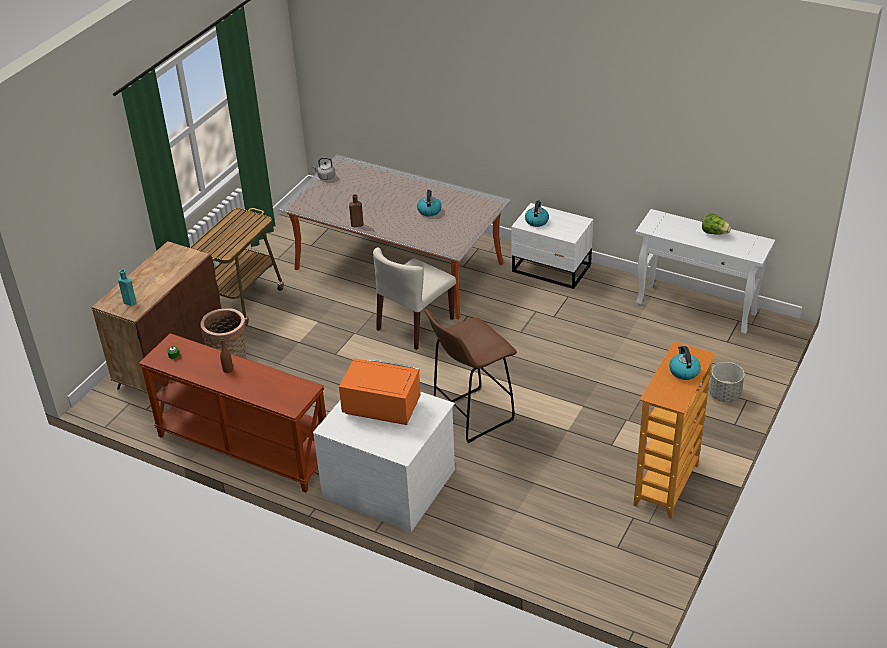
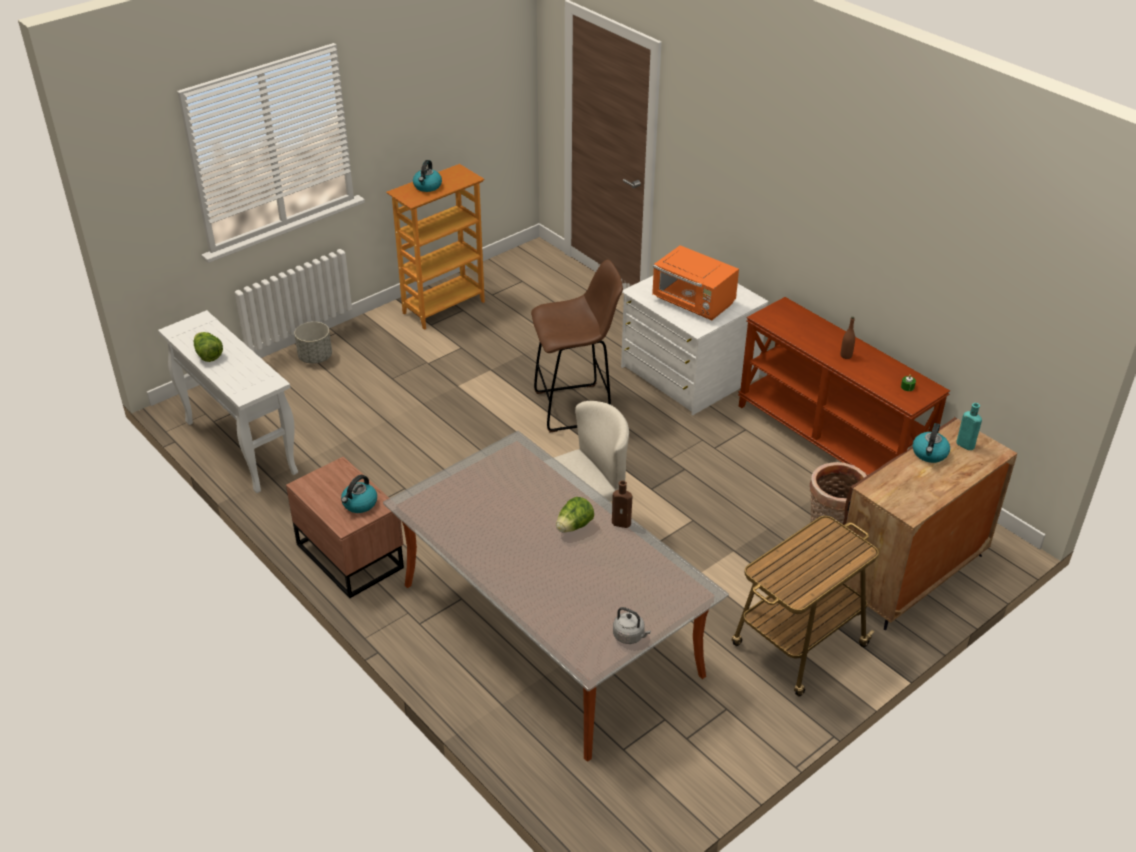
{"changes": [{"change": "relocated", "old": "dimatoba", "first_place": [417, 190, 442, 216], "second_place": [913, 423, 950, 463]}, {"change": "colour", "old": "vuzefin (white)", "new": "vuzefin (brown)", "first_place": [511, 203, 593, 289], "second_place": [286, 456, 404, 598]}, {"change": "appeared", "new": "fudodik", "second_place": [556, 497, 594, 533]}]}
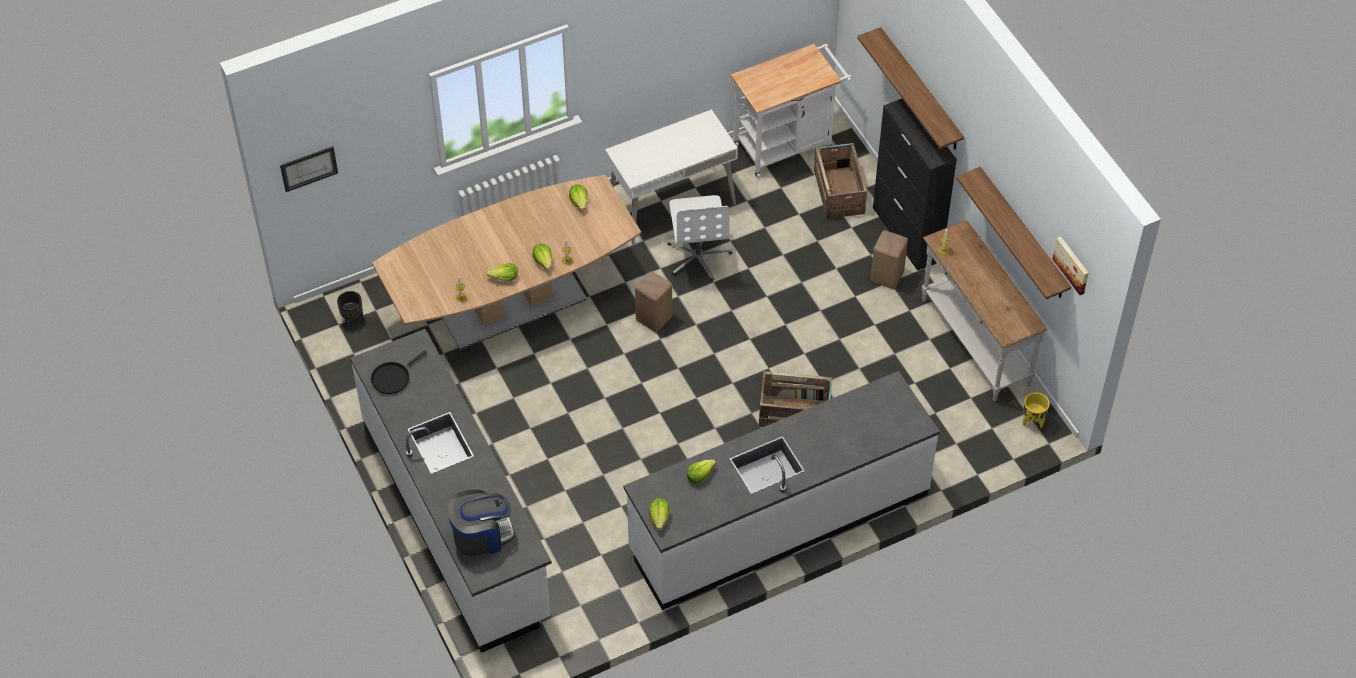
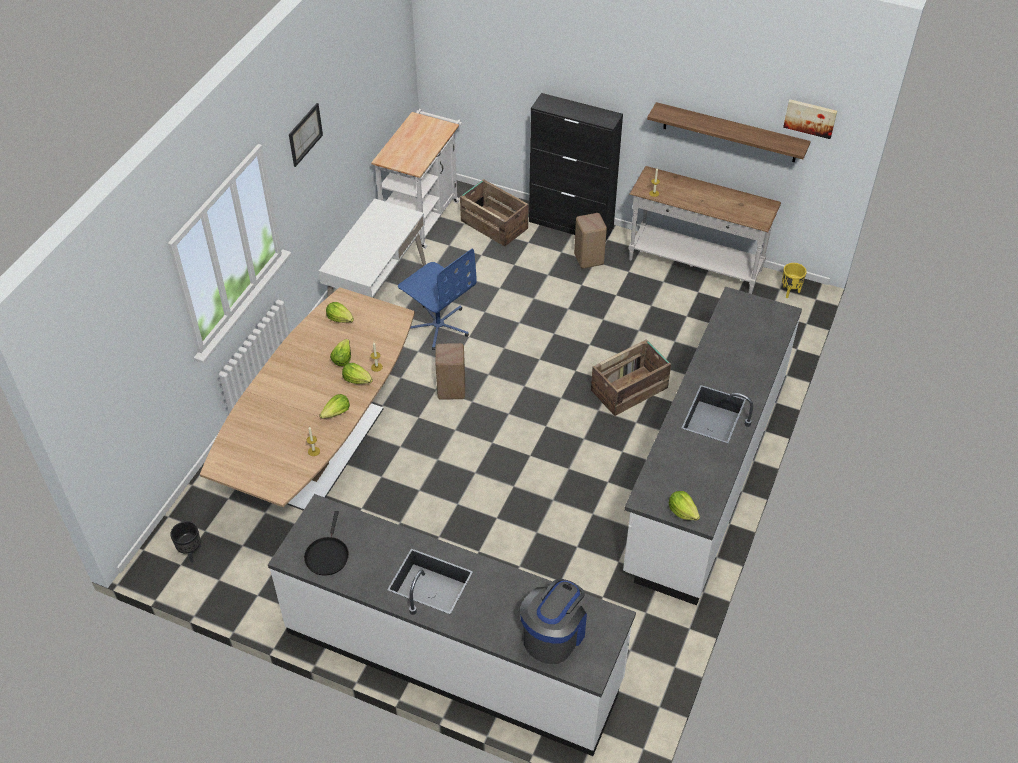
{"changes": [{"change": "relocated", "old": "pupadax", "first_place": [280, 146, 338, 192], "second_place": [289, 103, 323, 167]}, {"change": "colour", "old": "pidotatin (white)", "new": "pidotatin (blue)", "first_place": [668, 195, 732, 281], "second_place": [398, 249, 477, 350]}, {"change": "relocated", "old": "fudodik", "first_place": [686, 460, 716, 485], "second_place": [330, 339, 351, 366]}, {"change": "missing", "old": "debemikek", "first_place": [857, 27, 964, 150]}]}
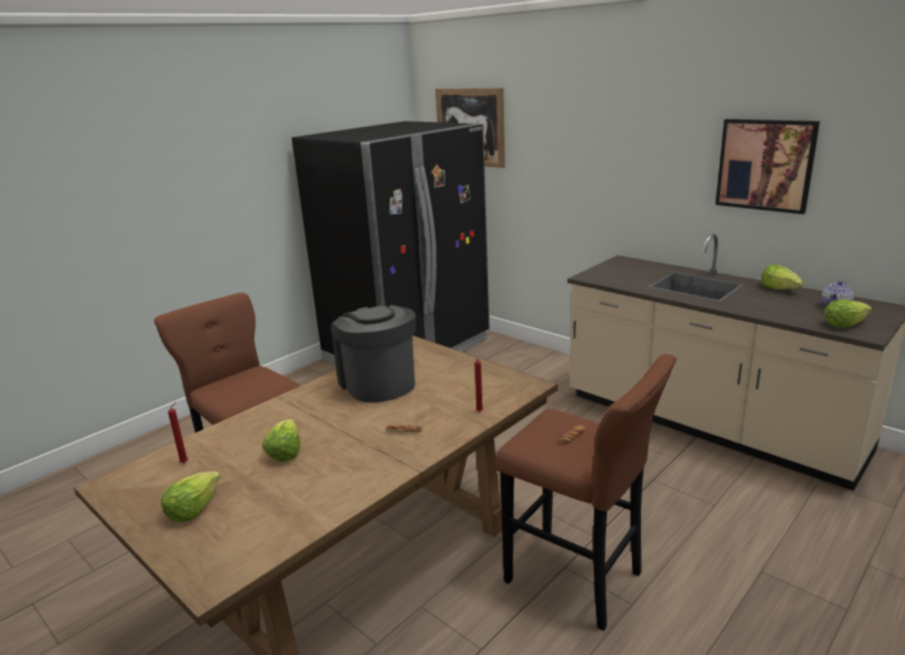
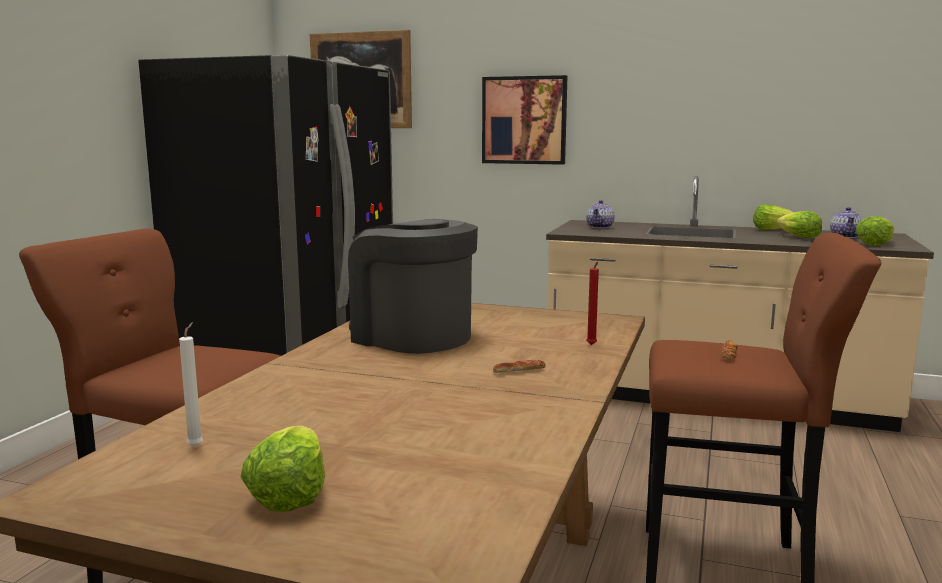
{"changes": [{"change": "colour", "old": "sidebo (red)", "new": "sidebo (white)", "first_place": [168, 401, 188, 464], "second_place": [179, 322, 203, 447]}, {"change": "relocated", "old": "fudodik", "first_place": [262, 419, 301, 462], "second_place": [776, 211, 822, 239]}, {"change": "relocated", "old": "pupadax", "first_place": [715, 119, 820, 214], "second_place": [482, 75, 567, 165]}, {"change": "appeared", "new": "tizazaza", "second_place": [586, 200, 615, 228]}]}
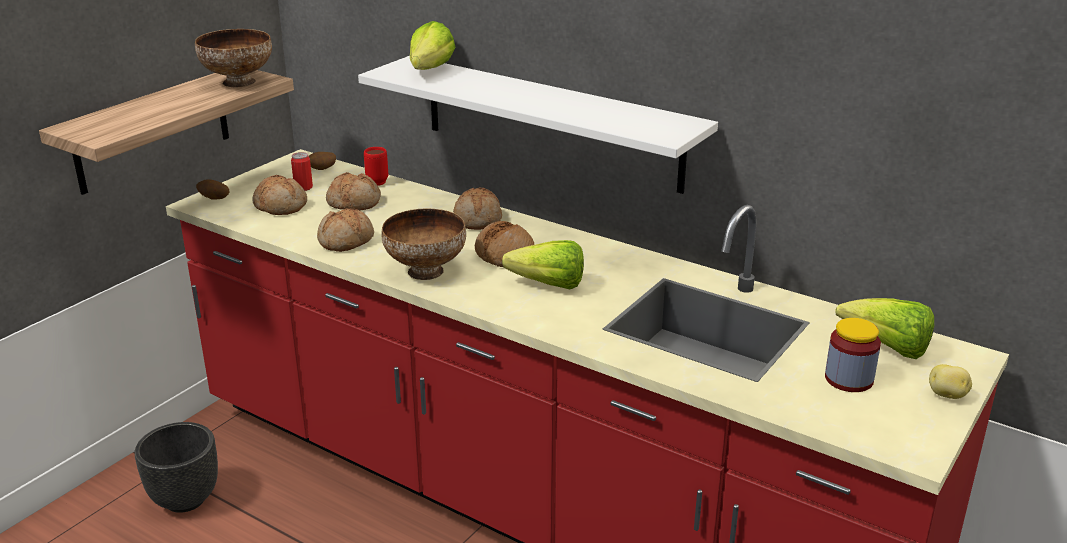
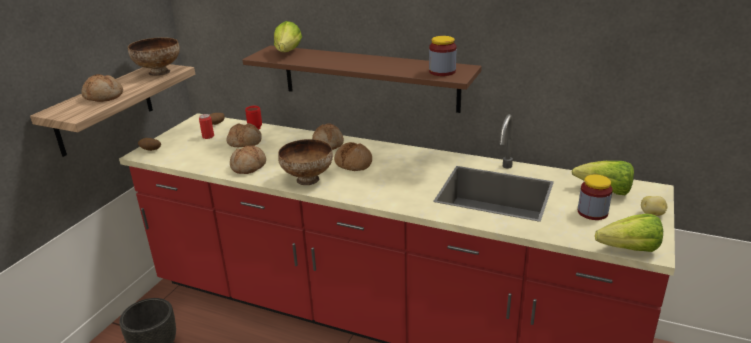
{"changes": [{"change": "relocated", "old": "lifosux", "first_place": [252, 175, 307, 215], "second_place": [81, 74, 123, 102]}, {"change": "colour", "old": "debemikek (white)", "new": "debemikek (brown)", "first_place": [358, 56, 718, 194], "second_place": [242, 46, 482, 113]}, {"change": "relocated", "old": "fudodik", "first_place": [502, 240, 584, 290], "second_place": [595, 214, 663, 252]}, {"change": "appeared", "new": "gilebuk", "second_place": [429, 36, 457, 76]}]}
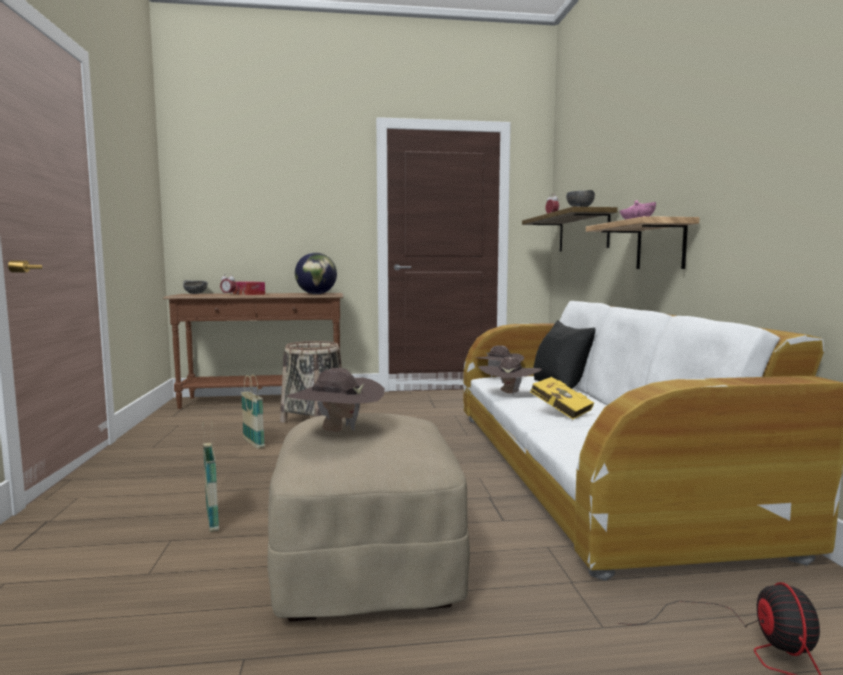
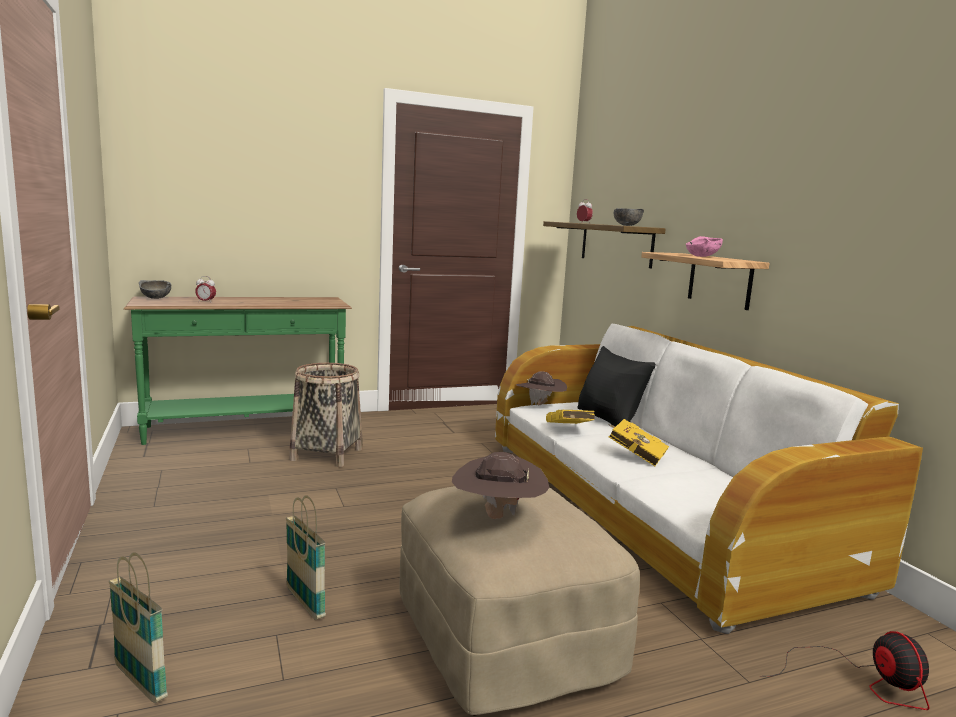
{"changes": [{"change": "colour", "old": "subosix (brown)", "new": "subosix (green)", "first_place": [163, 293, 344, 409], "second_place": [124, 297, 352, 445]}, {"change": "missing", "old": "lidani", "first_place": [233, 281, 265, 295]}, {"change": "relocated", "old": "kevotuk", "first_place": [241, 374, 265, 449], "second_place": [109, 552, 168, 703]}, {"change": "missing", "old": "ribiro", "first_place": [295, 253, 337, 294]}, {"change": "exchanged", "old": "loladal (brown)", "new": "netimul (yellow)", "first_place": [478, 357, 542, 394], "second_place": [546, 410, 595, 424]}]}
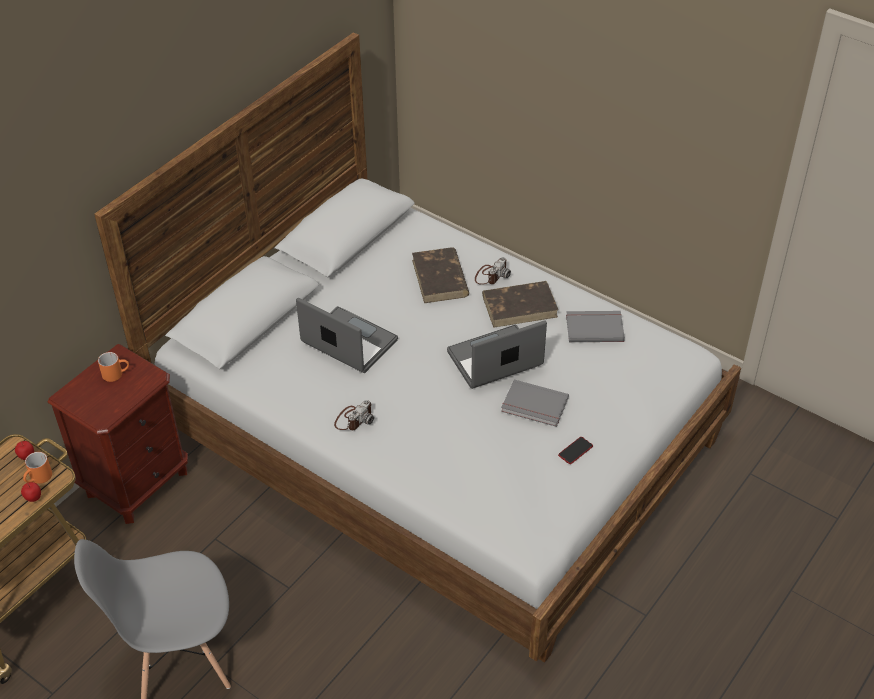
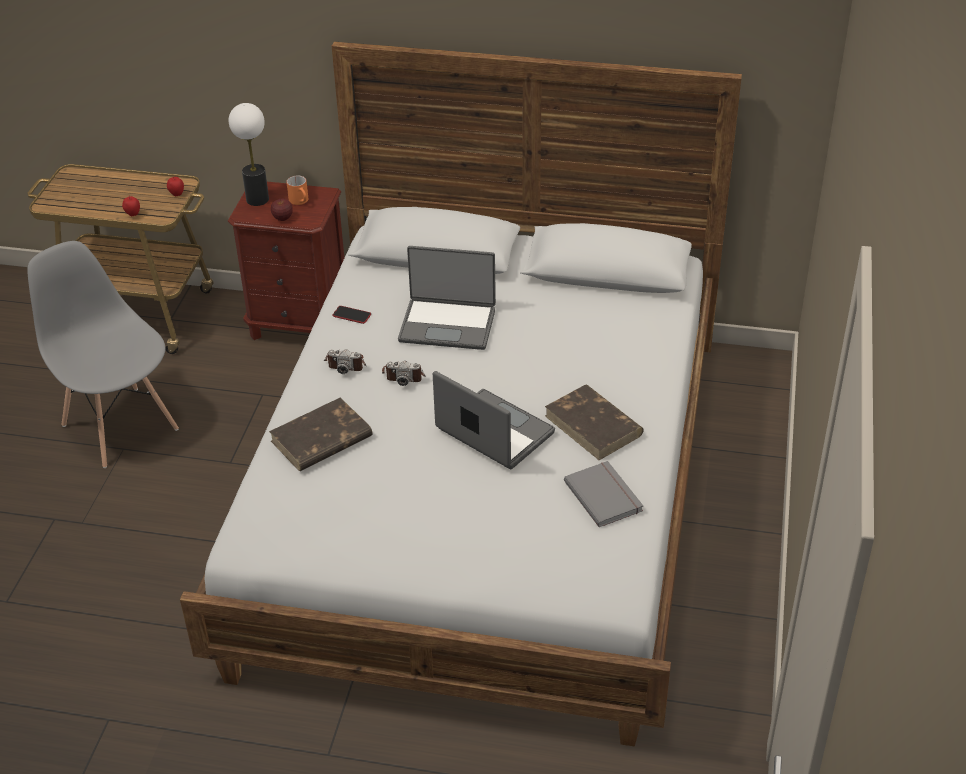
{"changes": [{"change": "missing", "old": "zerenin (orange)", "first_place": [23, 452, 52, 484]}, {"change": "spun", "old": "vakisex", "first_place": [296, 298, 398, 373], "second_place": [398, 246, 496, 350], "degrees": 90}, {"change": "relocated", "old": "netimul (brown)", "first_place": [412, 247, 469, 303], "second_place": [269, 397, 373, 471]}, {"change": "relocated", "old": "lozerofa", "first_place": [475, 257, 511, 285], "second_place": [382, 361, 426, 386]}, {"change": "missing", "old": "netimul (grey)", "first_place": [501, 379, 569, 427]}, {"change": "relocated", "old": "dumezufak", "first_place": [558, 437, 593, 464], "second_place": [332, 306, 371, 324]}, {"change": "appeared", "new": "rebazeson", "second_place": [229, 103, 269, 206]}, {"change": "appeared", "new": "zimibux", "second_place": [271, 199, 293, 221]}]}
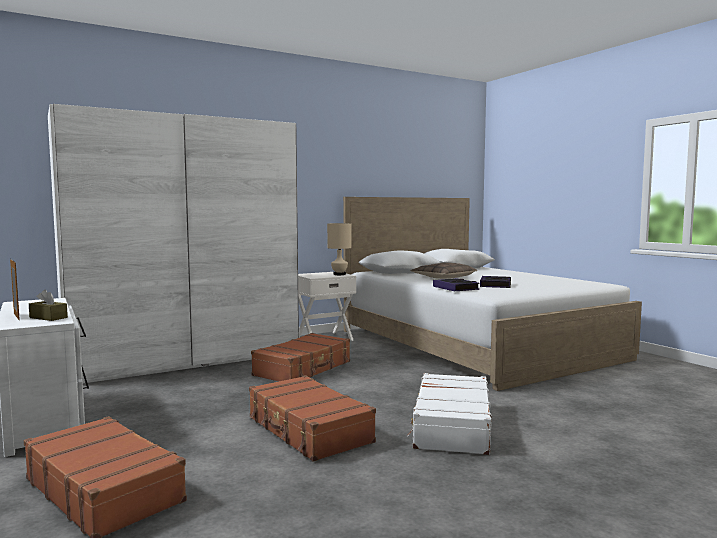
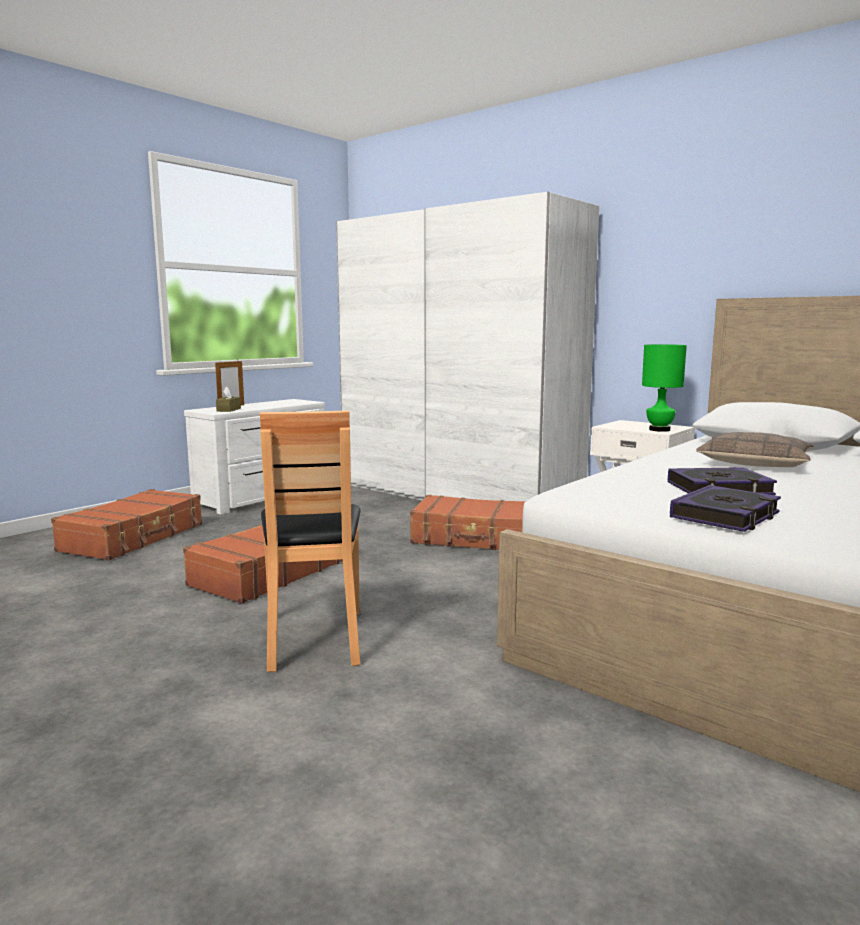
{"changes": [{"change": "colour", "old": "rebazeson (beige)", "new": "rebazeson (green)", "first_place": [327, 223, 352, 275], "second_place": [642, 344, 687, 432]}, {"change": "exchanged", "old": "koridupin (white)", "new": "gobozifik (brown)", "first_place": [407, 373, 492, 455], "second_place": [260, 410, 361, 672]}, {"change": "relocated", "old": "netimul", "first_place": [433, 278, 480, 291], "second_place": [670, 485, 781, 532]}]}
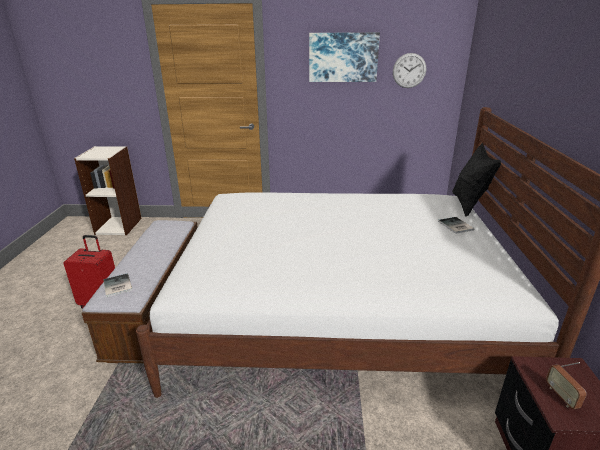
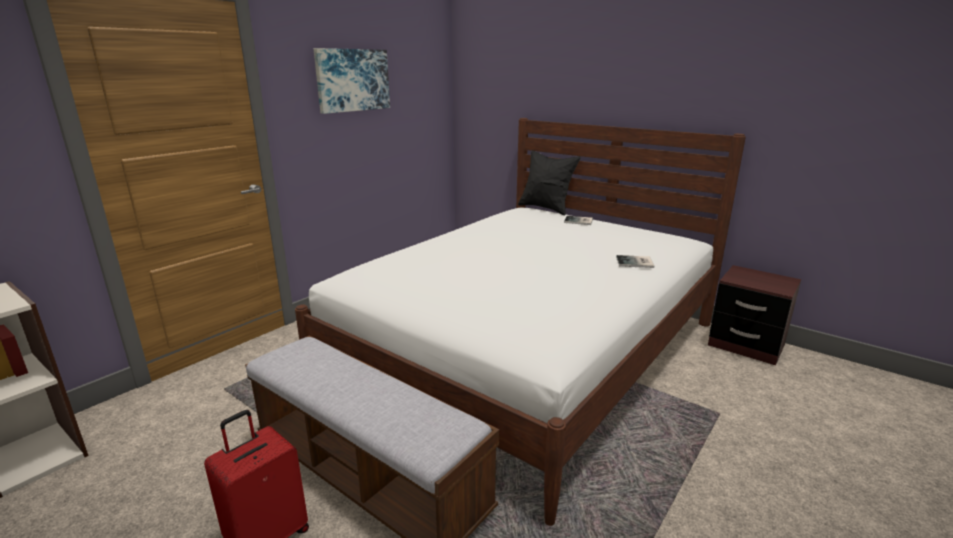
{"changes": [{"change": "relocated", "old": "netimul", "first_place": [103, 273, 132, 297], "second_place": [616, 255, 654, 268]}, {"change": "missing", "old": "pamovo", "first_place": [393, 53, 426, 88]}, {"change": "missing", "old": "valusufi", "first_place": [546, 362, 586, 409]}]}
